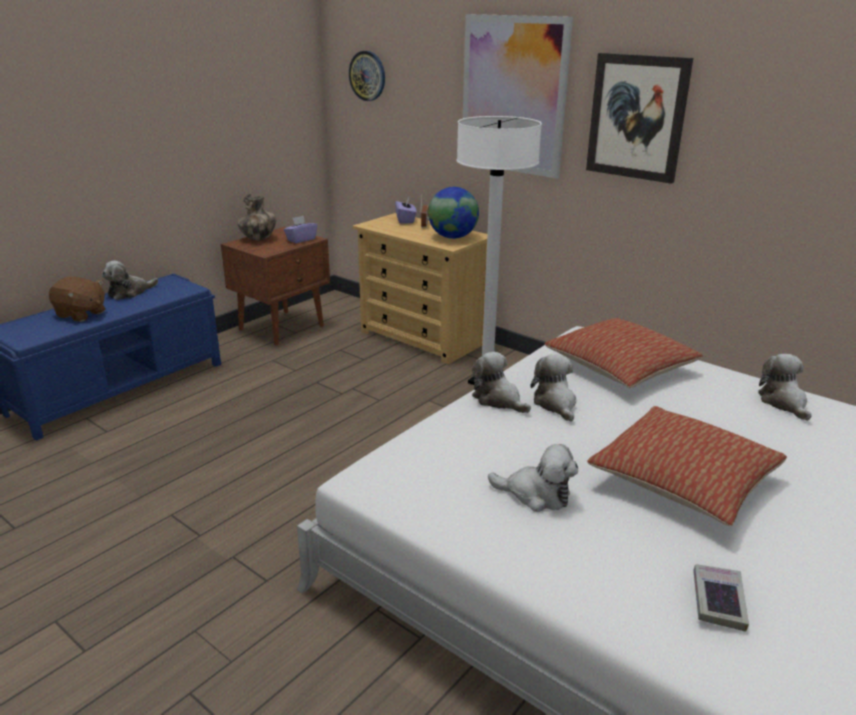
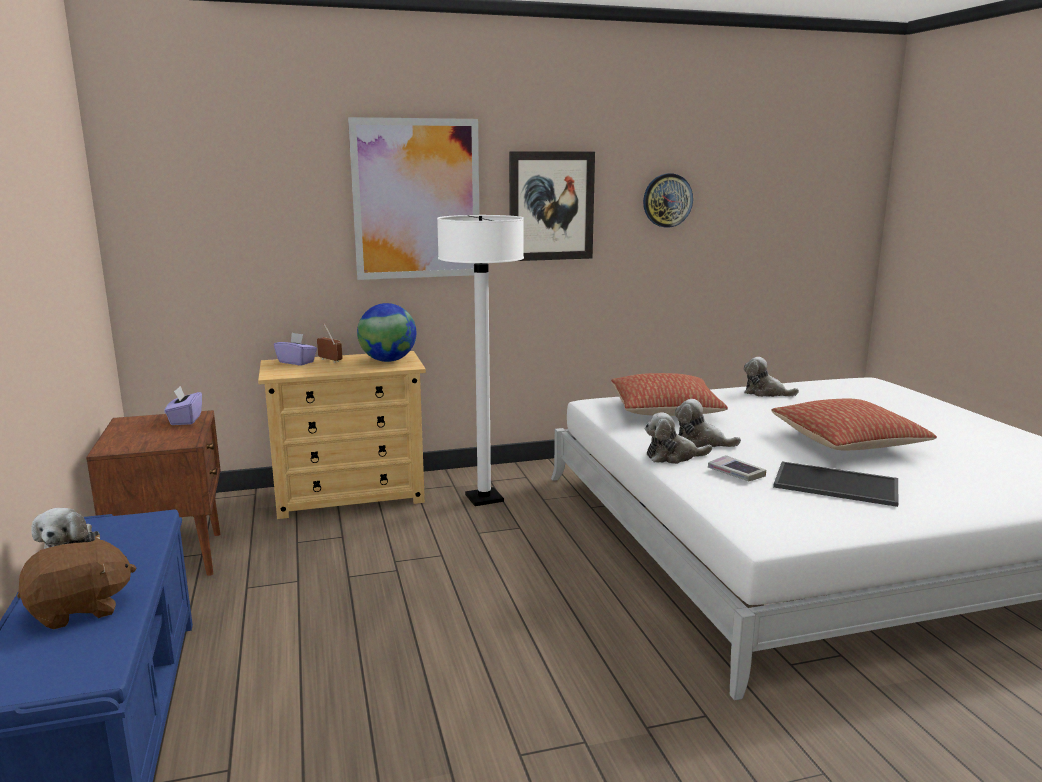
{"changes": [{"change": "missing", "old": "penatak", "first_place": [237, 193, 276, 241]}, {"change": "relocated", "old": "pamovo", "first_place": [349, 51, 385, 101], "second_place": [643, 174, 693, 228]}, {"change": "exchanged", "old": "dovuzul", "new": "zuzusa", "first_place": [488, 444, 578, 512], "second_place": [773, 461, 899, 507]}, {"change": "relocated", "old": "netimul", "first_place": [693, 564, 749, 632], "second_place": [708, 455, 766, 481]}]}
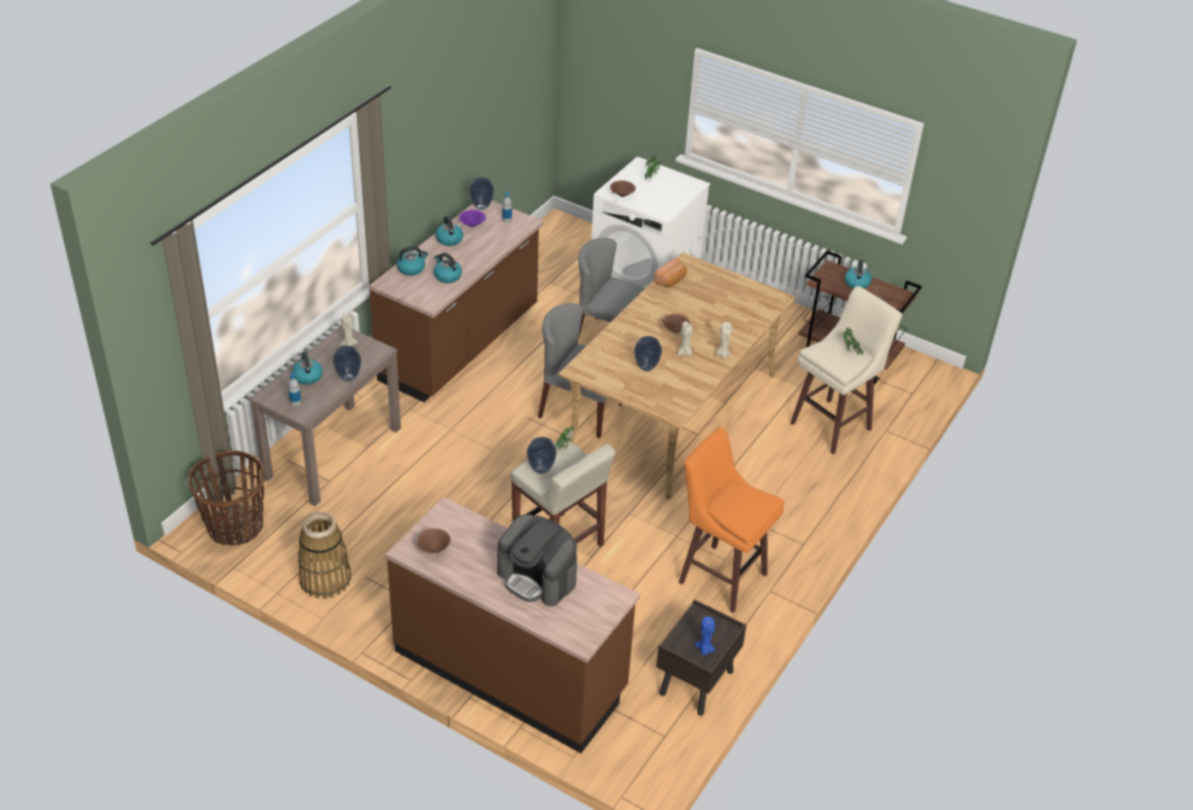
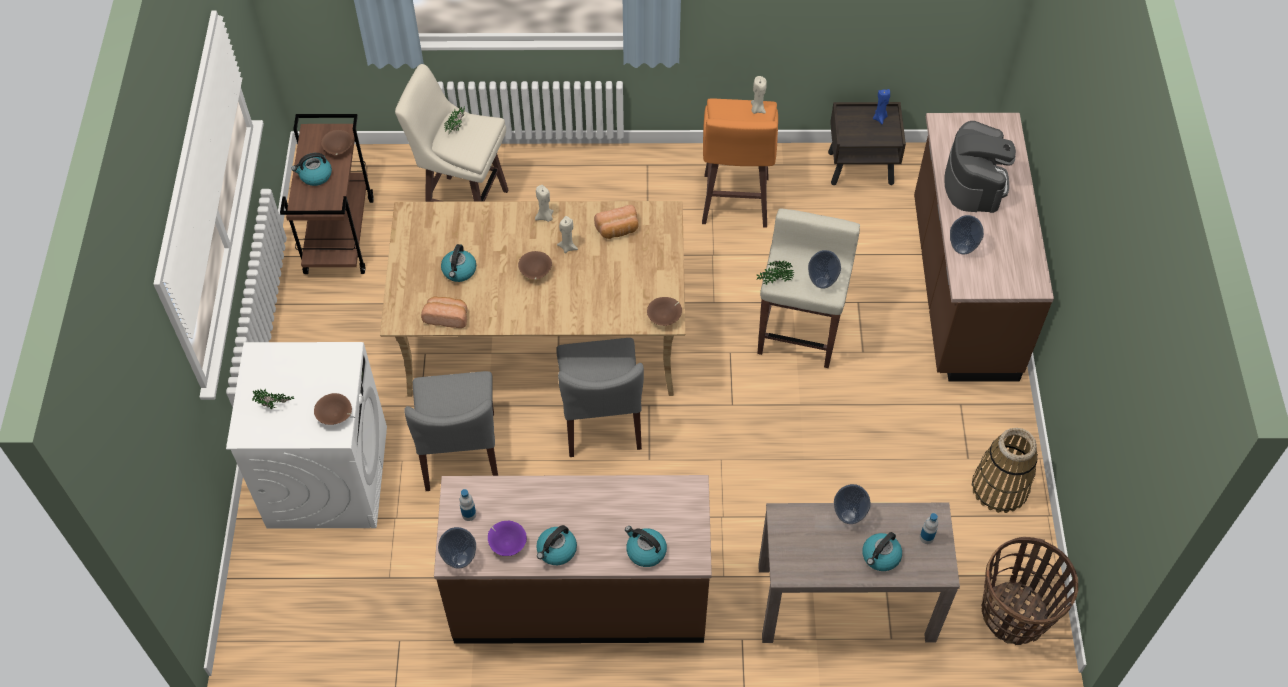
{"changes": [{"change": "relocated", "old": "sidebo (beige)", "first_place": [340, 313, 358, 346], "second_place": [751, 76, 767, 114]}, {"change": "relocated", "old": "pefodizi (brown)", "first_place": [417, 528, 451, 554], "second_place": [647, 297, 682, 326]}, {"change": "relocated", "old": "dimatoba", "first_place": [433, 253, 462, 283], "second_place": [441, 244, 476, 282]}, {"change": "relocated", "old": "penatak", "first_place": [634, 336, 662, 371], "second_place": [950, 215, 984, 255]}, {"change": "appeared", "new": "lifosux", "second_place": [594, 205, 639, 239]}]}
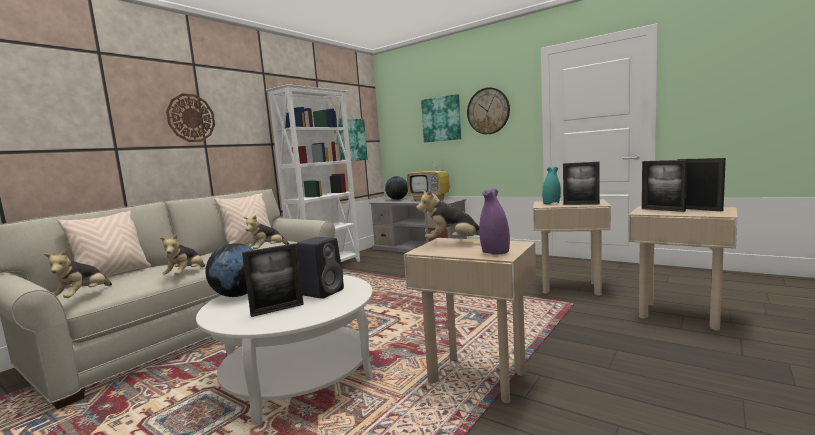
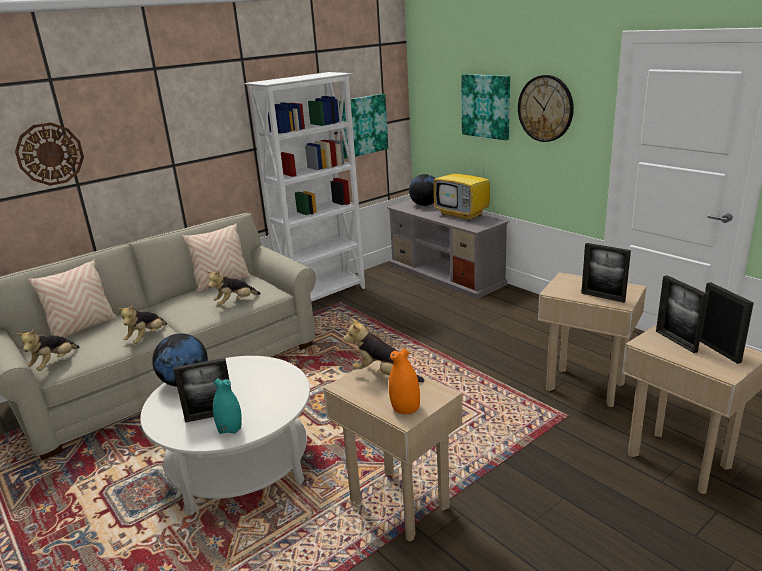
{"changes": [{"change": "relocated", "old": "pamovo", "first_place": [166, 94, 215, 142], "second_place": [15, 122, 84, 186]}, {"change": "missing", "old": "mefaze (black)", "first_place": [297, 237, 344, 299]}, {"change": "colour", "old": "penatak (purple)", "new": "penatak (orange)", "first_place": [479, 188, 510, 255], "second_place": [389, 348, 420, 414]}, {"change": "relocated", "old": "penatak (turquoise)", "first_place": [542, 166, 561, 204], "second_place": [213, 378, 242, 434]}]}
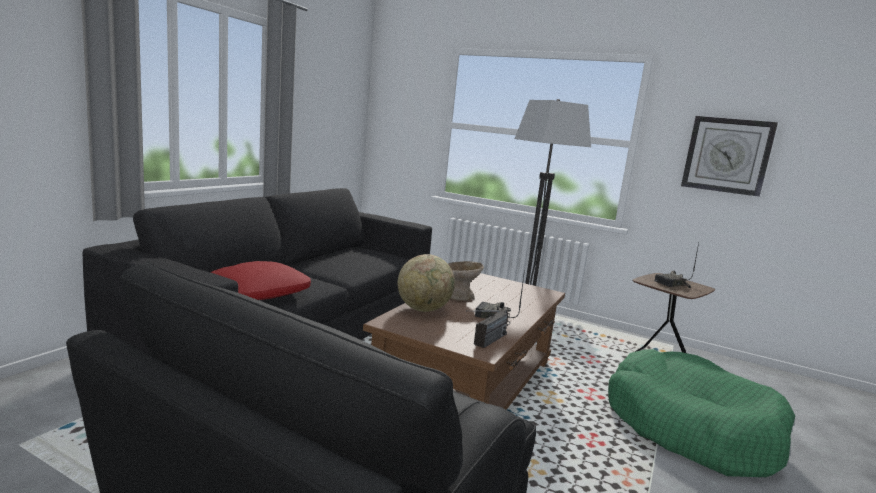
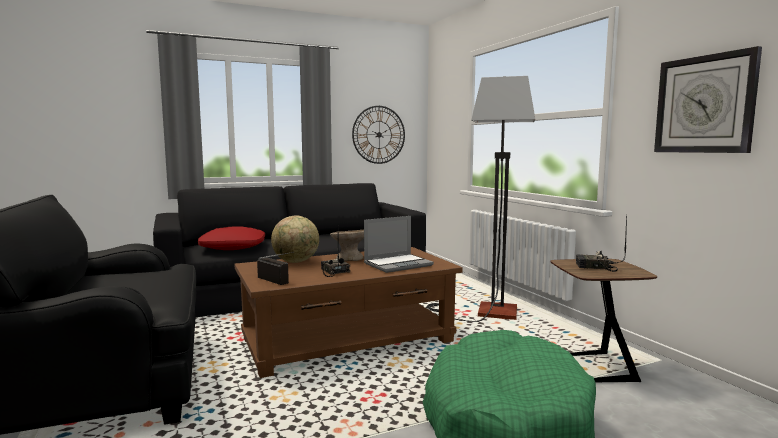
{"changes": [{"change": "spun", "old": "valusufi", "first_place": [466, 310, 508, 348], "second_place": [257, 252, 294, 285], "degrees": -120}, {"change": "appeared", "new": "pamovo", "second_place": [352, 106, 405, 164]}, {"change": "appeared", "new": "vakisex", "second_place": [364, 216, 434, 273]}]}
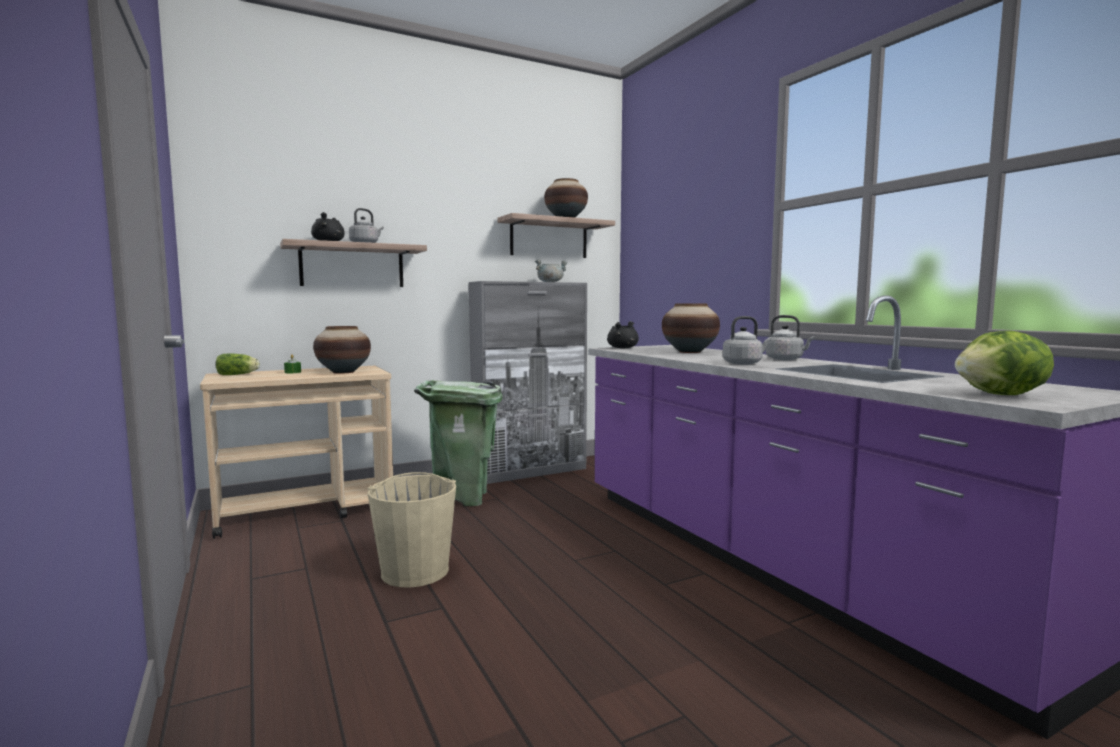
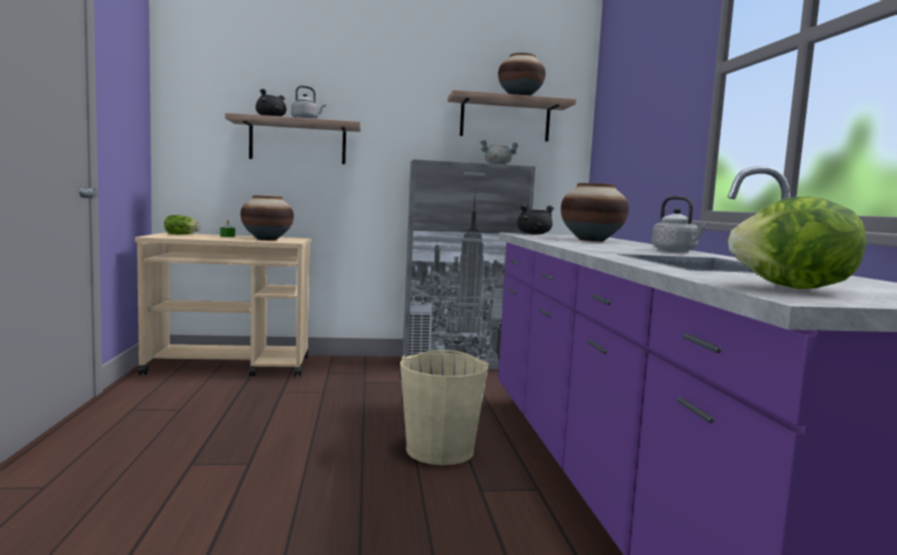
{"changes": [{"change": "relocated", "old": "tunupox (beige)", "first_place": [367, 472, 456, 588], "second_place": [400, 350, 489, 465]}, {"change": "missing", "old": "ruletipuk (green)", "first_place": [414, 380, 502, 506]}, {"change": "missing", "old": "dimatoba (grey)", "first_place": [723, 316, 772, 365]}]}
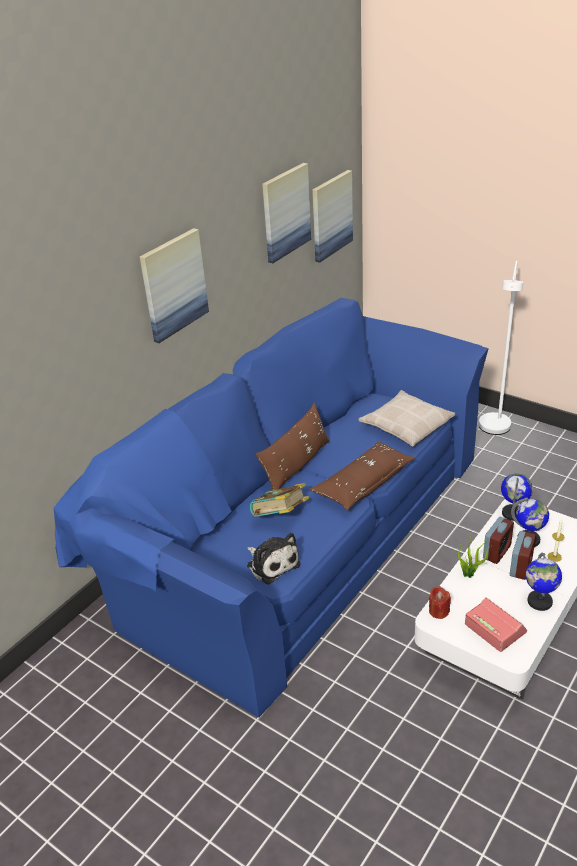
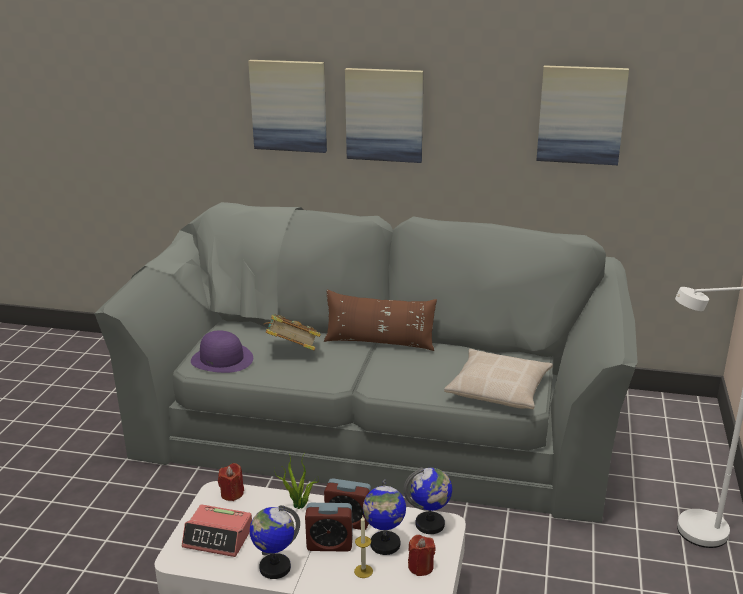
{"changes": [{"change": "colour", "old": "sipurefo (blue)", "new": "sipurefo (grey)", "first_place": [54, 298, 489, 717], "second_place": [94, 202, 637, 523]}, {"change": "exchanged", "old": "dovuzul", "new": "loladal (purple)", "first_place": [247, 533, 301, 585], "second_place": [191, 330, 253, 373]}, {"change": "missing", "old": "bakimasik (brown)", "first_place": [309, 441, 415, 511]}, {"change": "relocated", "old": "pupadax", "first_place": [312, 170, 353, 263], "second_place": [248, 60, 327, 153]}, {"change": "spun", "old": "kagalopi", "first_place": [465, 597, 527, 652], "second_place": [182, 504, 252, 557], "degrees": 75}, {"change": "appeared", "new": "sidebo (red)", "second_place": [408, 535, 436, 576]}]}
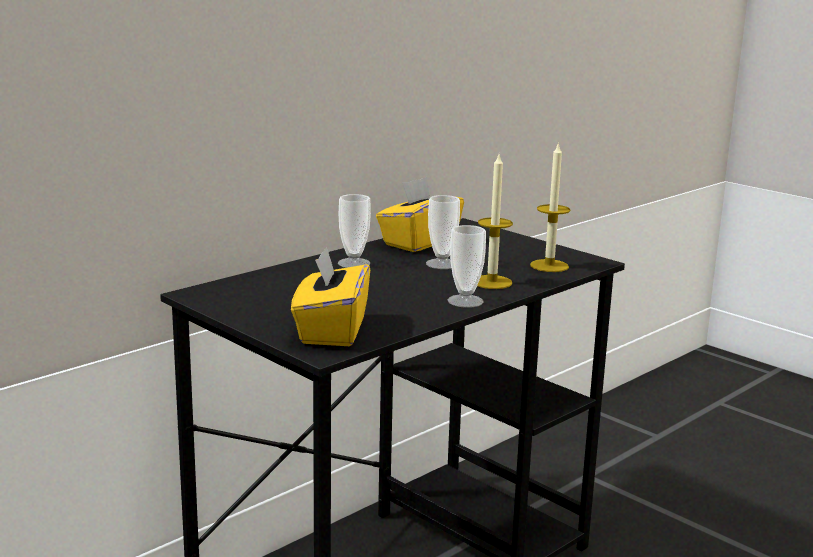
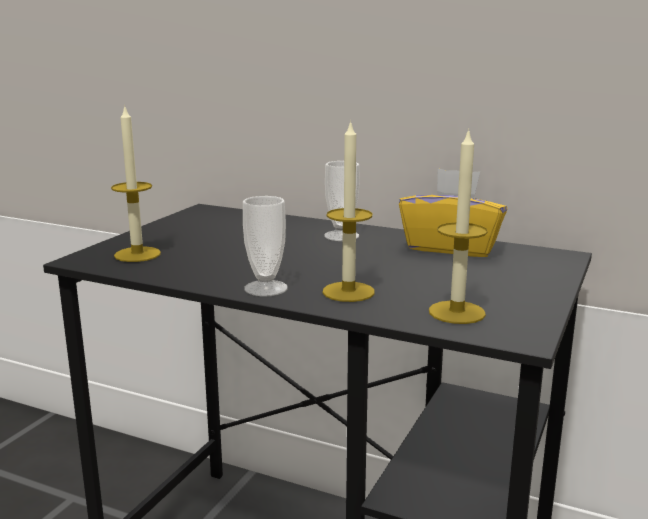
{"changes": [{"change": "exchanged", "old": "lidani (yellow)", "new": "sidebo", "first_place": [291, 246, 370, 346], "second_place": [111, 104, 161, 262]}, {"change": "missing", "old": "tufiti", "first_place": [426, 195, 460, 269]}]}
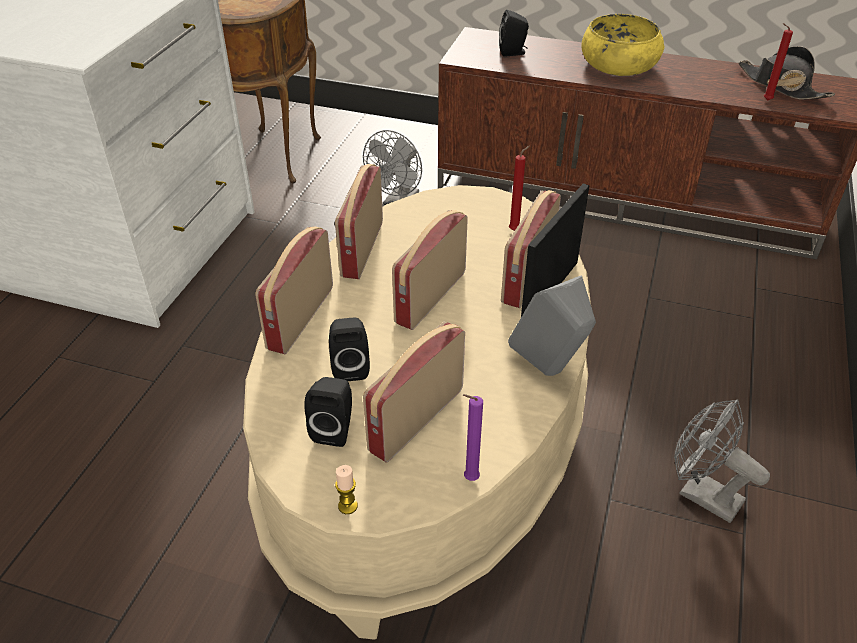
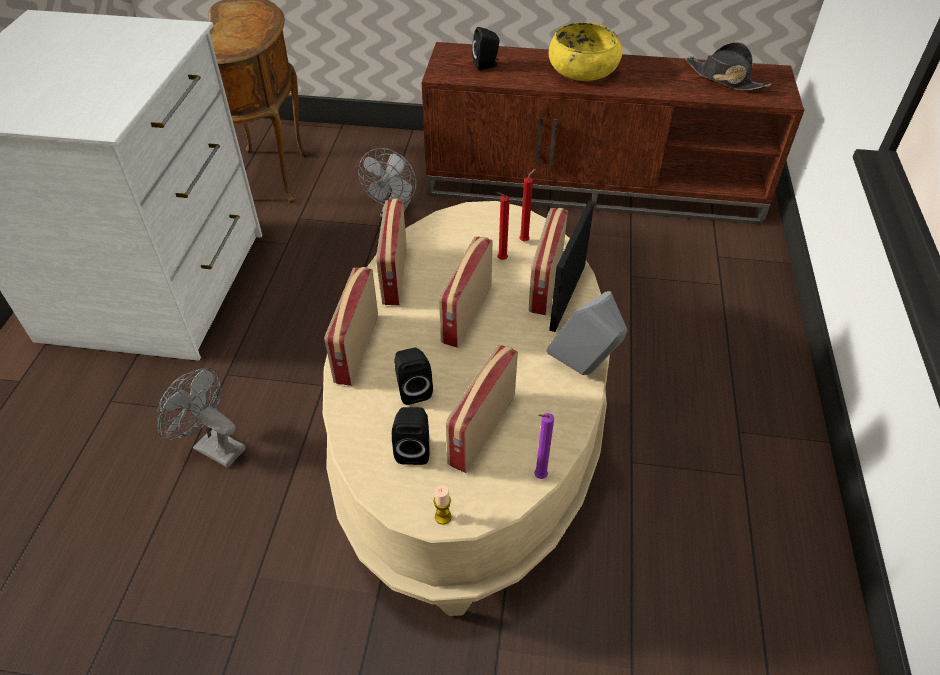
{"changes": [{"change": "relocated", "old": "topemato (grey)", "first_place": [674, 400, 770, 523], "second_place": [157, 367, 246, 468]}, {"change": "relocated", "old": "sidebo (red)", "first_place": [764, 23, 793, 100], "second_place": [496, 192, 510, 260]}]}
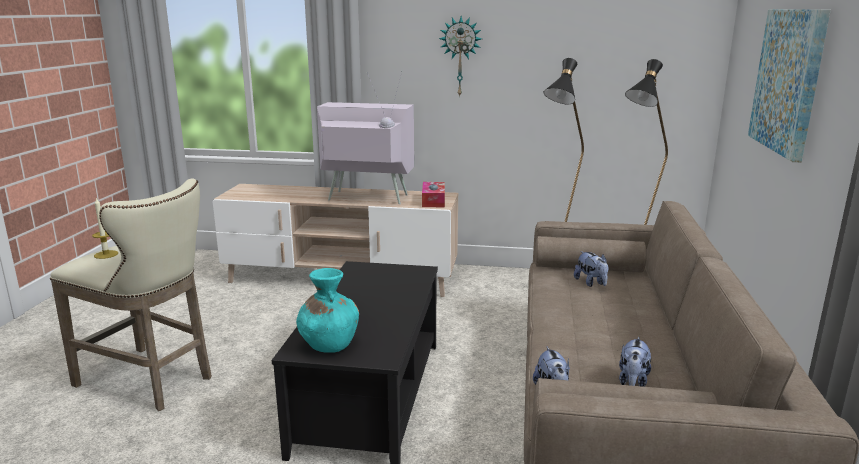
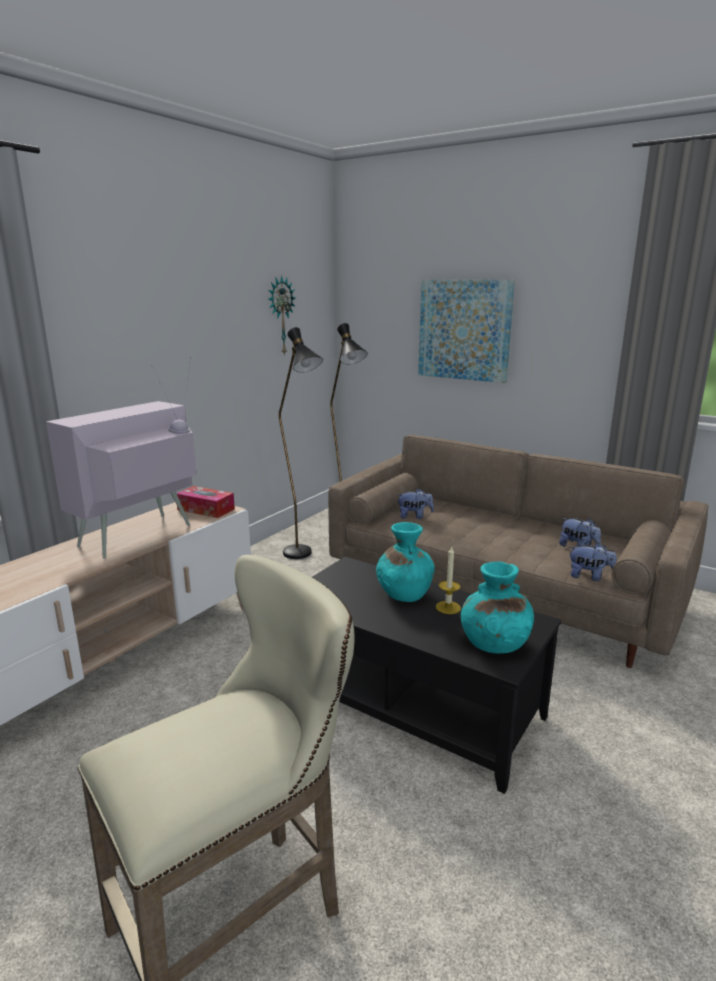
{"changes": [{"change": "relocated", "old": "sidebo", "first_place": [92, 198, 118, 259], "second_place": [436, 547, 461, 614]}, {"change": "relocated", "old": "pamovo", "first_place": [439, 16, 482, 97], "second_place": [268, 275, 296, 356]}, {"change": "appeared", "new": "penatak (turquoise)", "second_place": [376, 522, 435, 602]}]}
